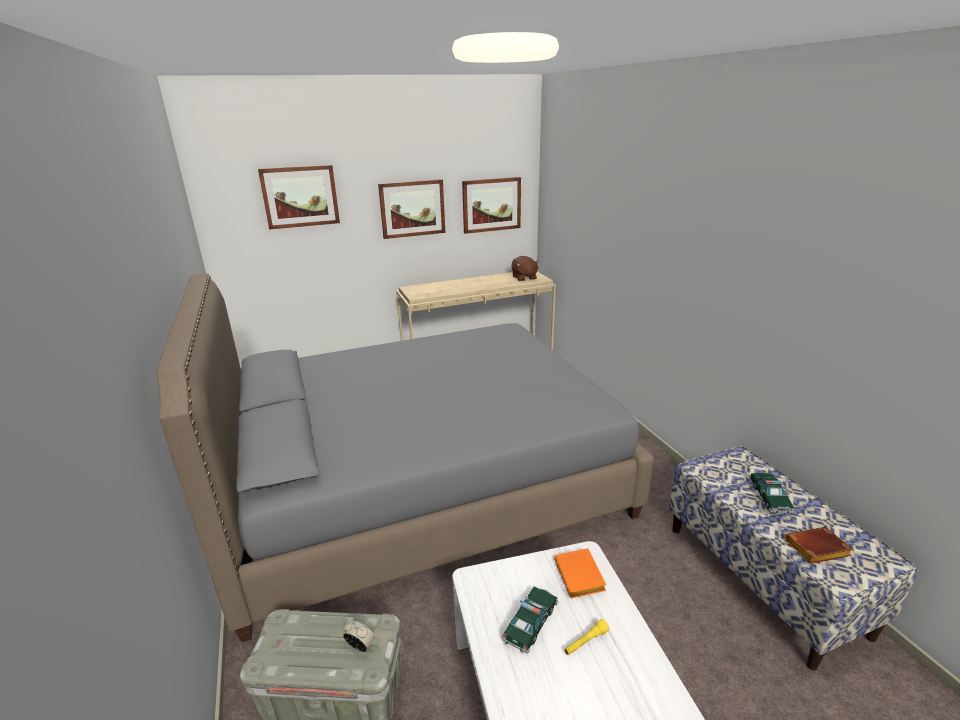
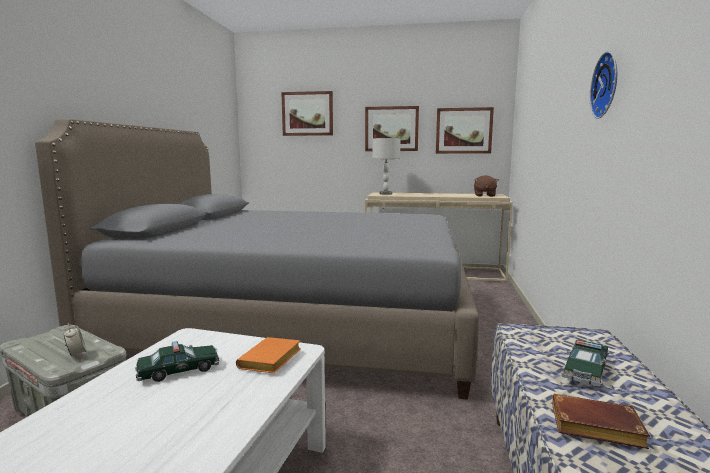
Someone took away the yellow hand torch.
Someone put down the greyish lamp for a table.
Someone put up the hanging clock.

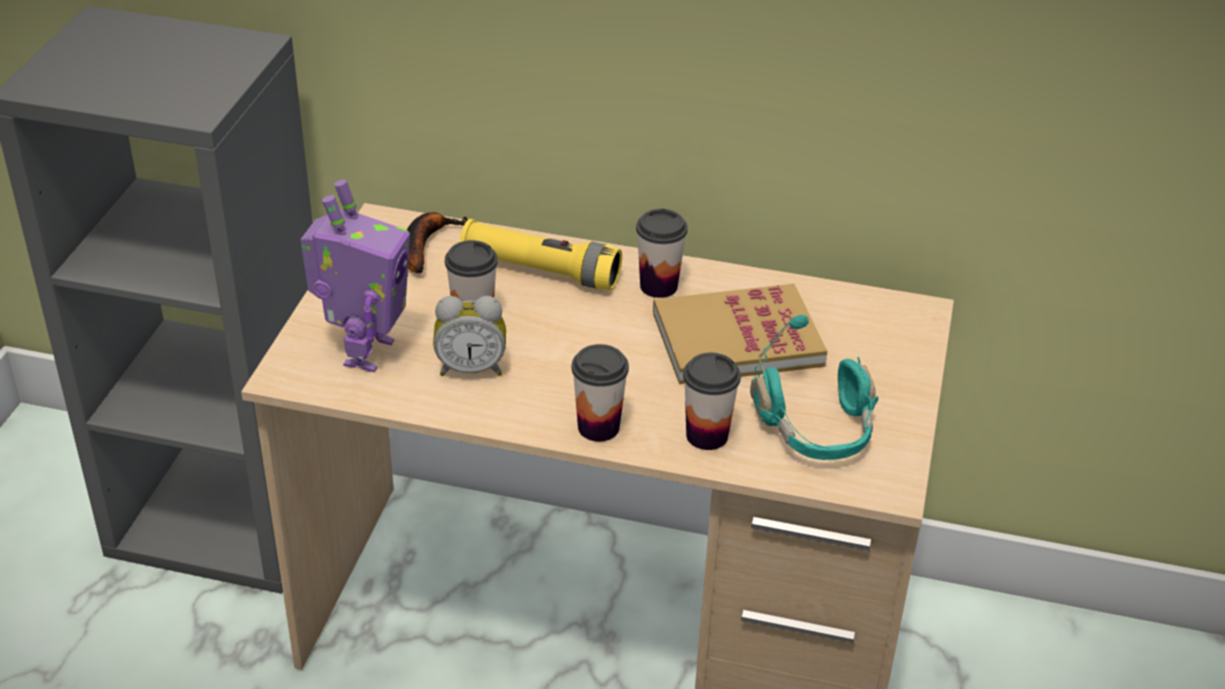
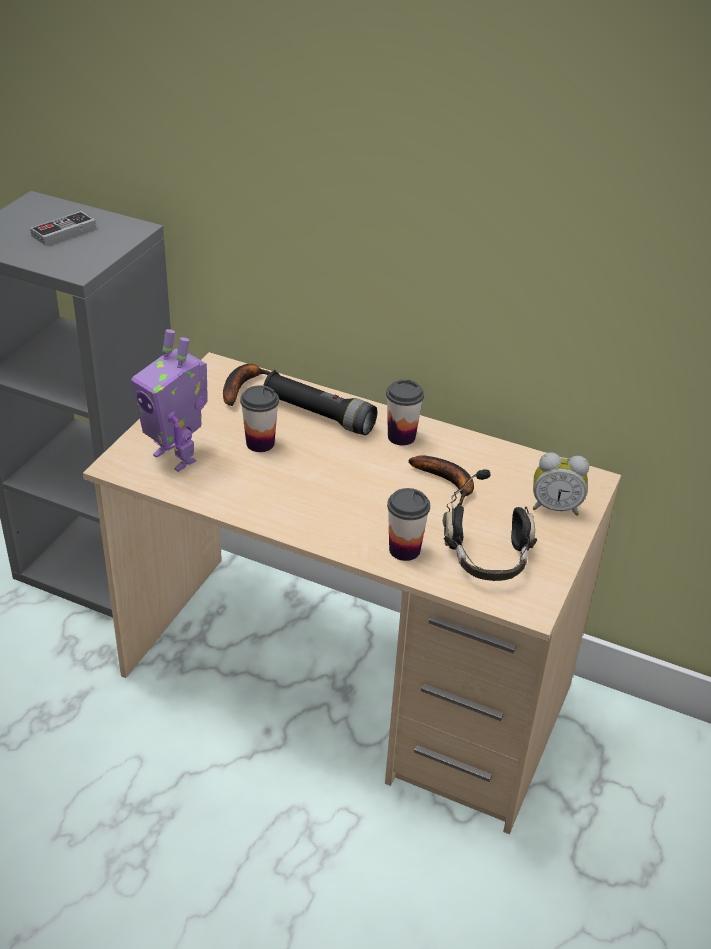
Someone rotated the model robot by 105 degrees clockwise.
Someone carried the table clock.
Someone repainted the yellow hand torch, which became the black-coloured hand torch.
Someone took away the small cup (2nd from left).
Someone swapped the book for the banana (2nd from left).
Someone repainted the turquoise pair of headphones, which became the black-coloured pair of headphones.
Someone put down the joypad.

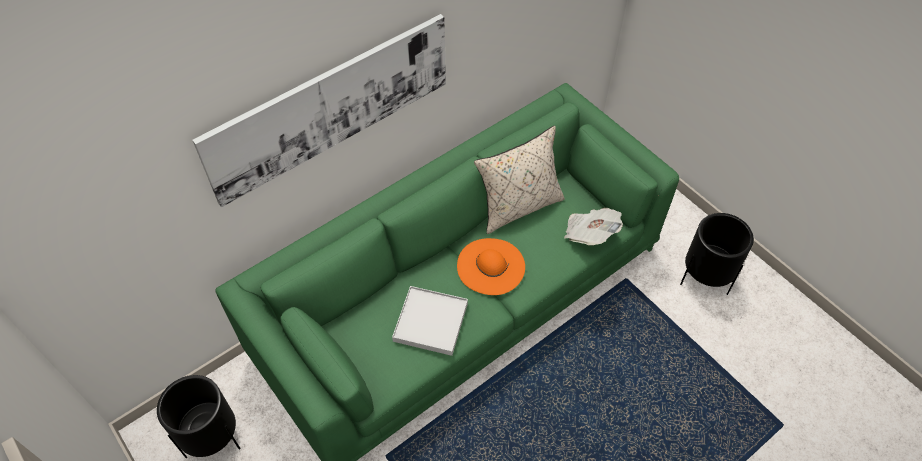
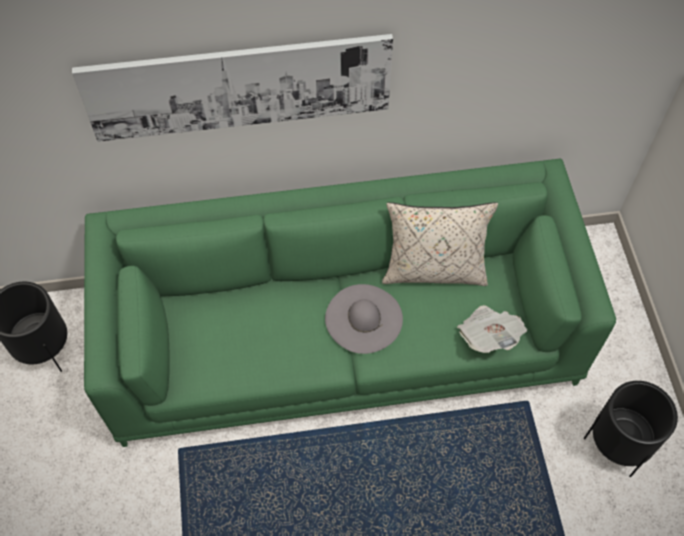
Someone took away the whitish tray.
Someone repainted the orange hat, which became the greyish hat.

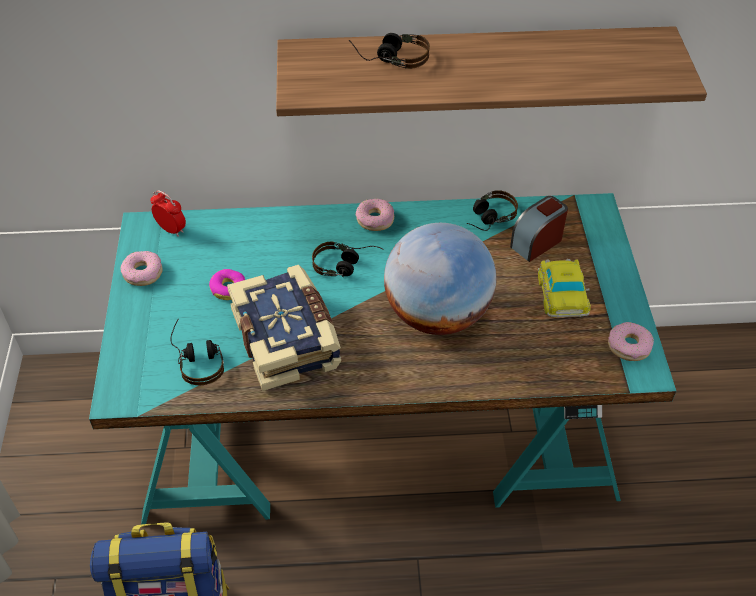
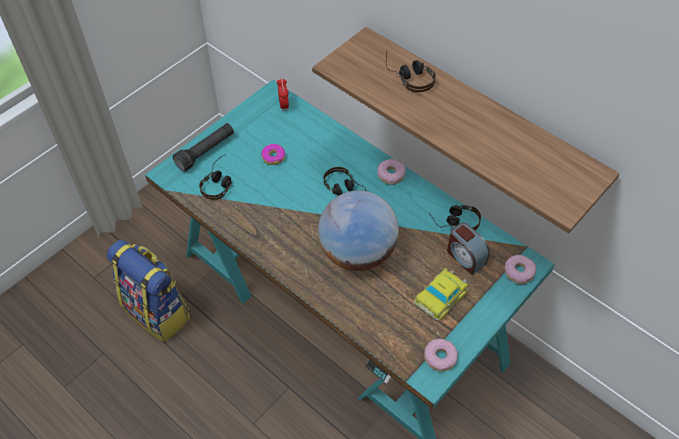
Someone carried the doughnut (1st from left in the first image).
Someone took away the book.
Someone rotated the table clock (2nd from left) by 135 degrees counterclockwise.
Someone put down the black-coloured hand torch.

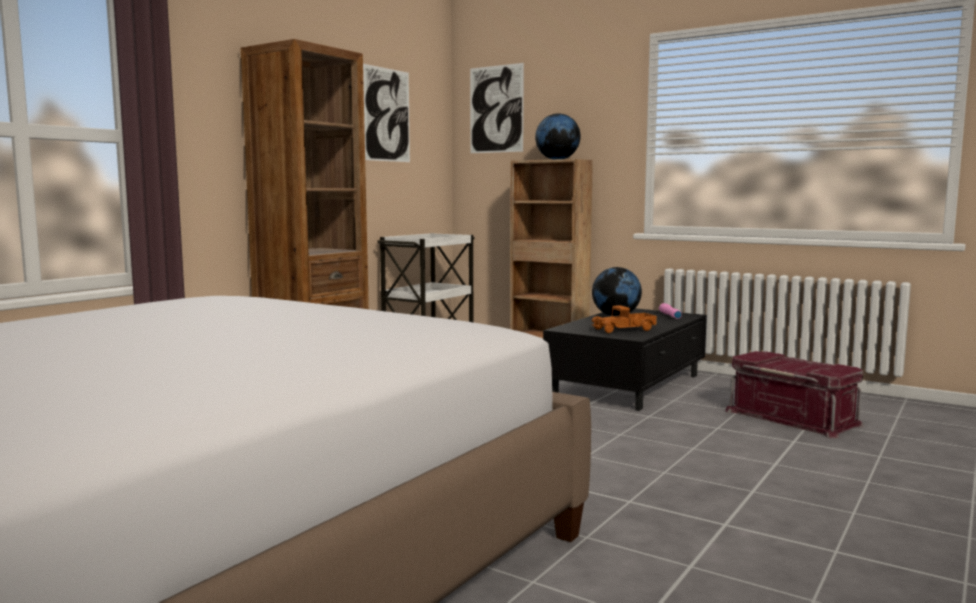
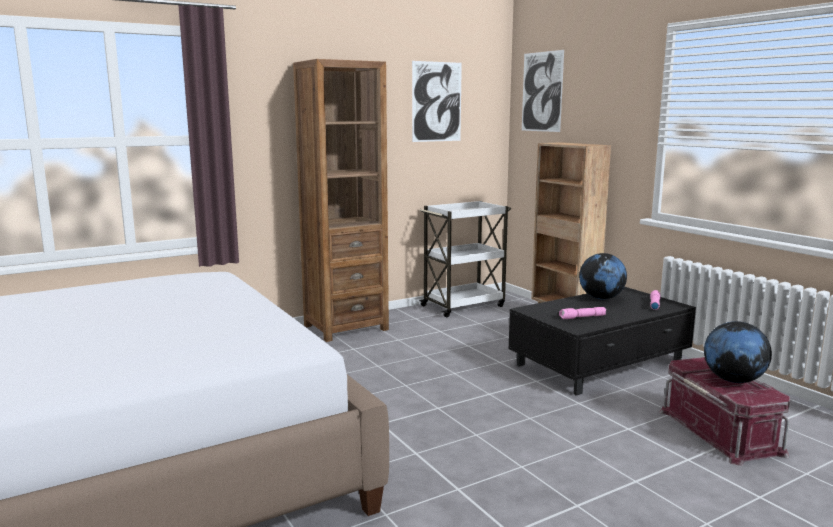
Someone carried the world globe (1st from left in the first image).
Someone swapped the toy truck for the pink-coloured hand torch (1st from left).

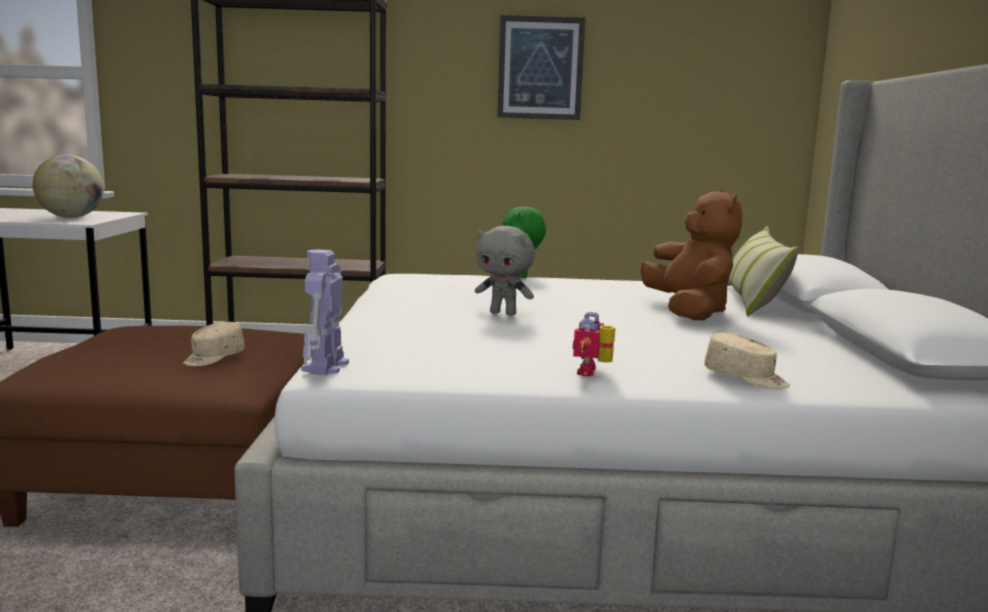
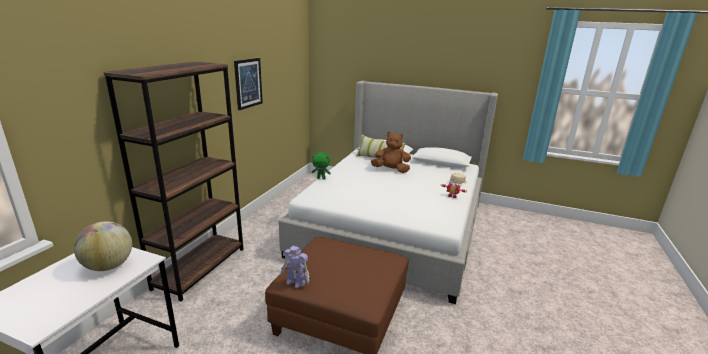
Someone took away the beige-coloured cap (1st from left).
Someone carried the model robot (1st from left).
Someone took away the greyish cuddly toy.

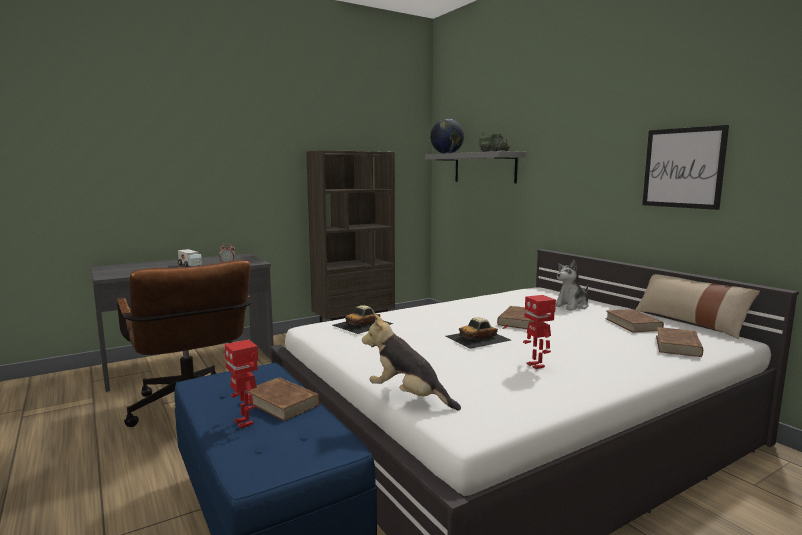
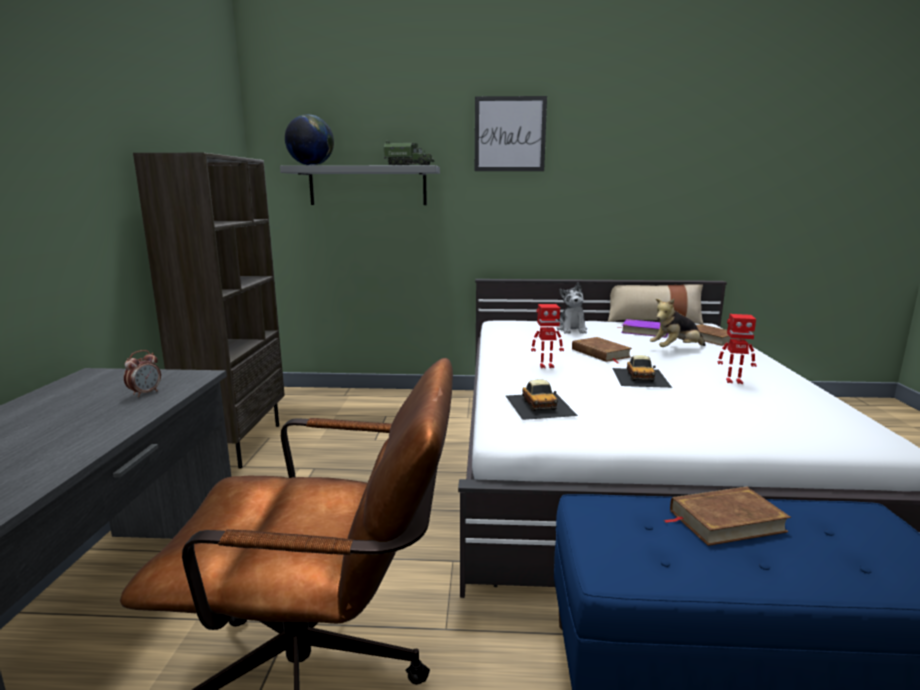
Someone took away the toy truck (1st from left).
Someone carried the model robot (1st from left).
Someone carried the cuddly toy (1st from left in the first image).
Someone repainted the brownish book (3rd from left), which became the purplish book.
Someone carried the wall art.

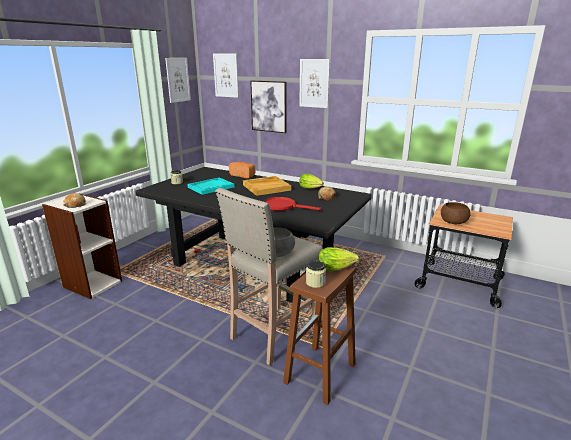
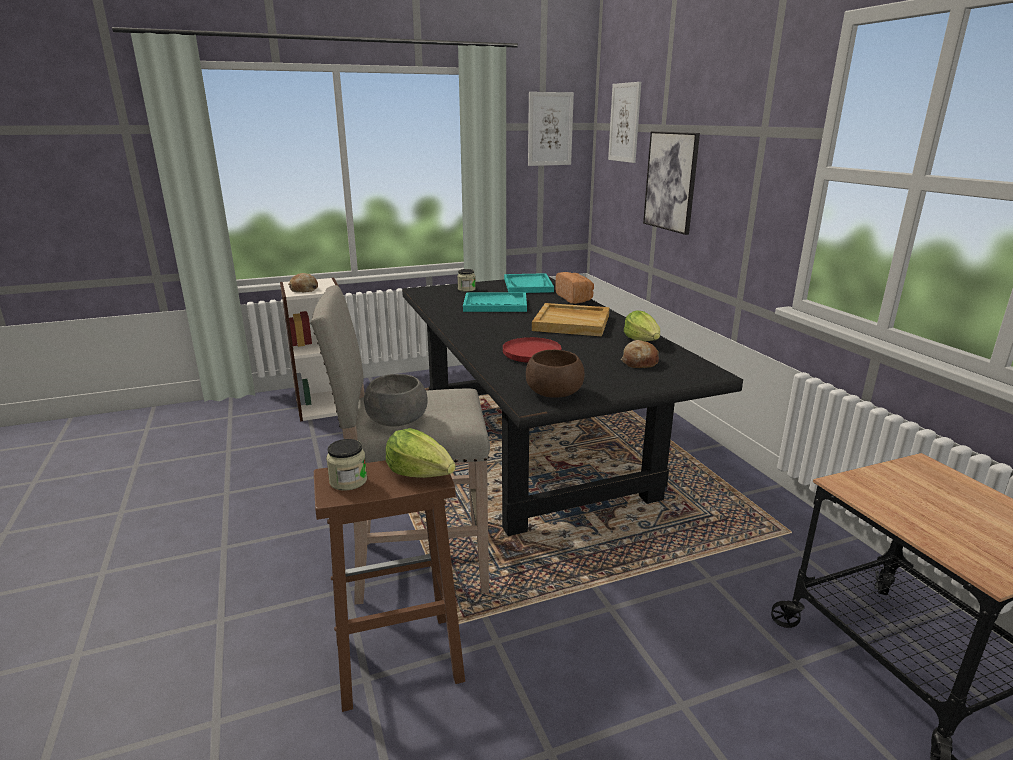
Someone took away the wall art (4th from left).
Someone carried the brownish deep dish.
Someone put down the turquoise tray (2nd from left).

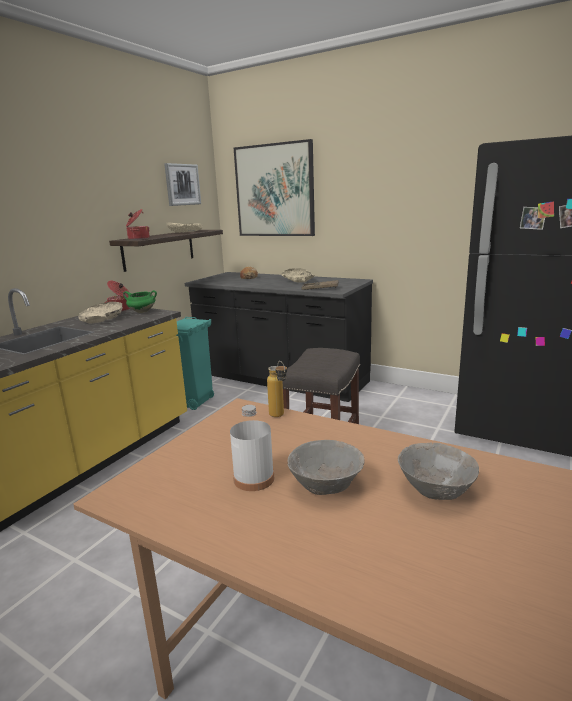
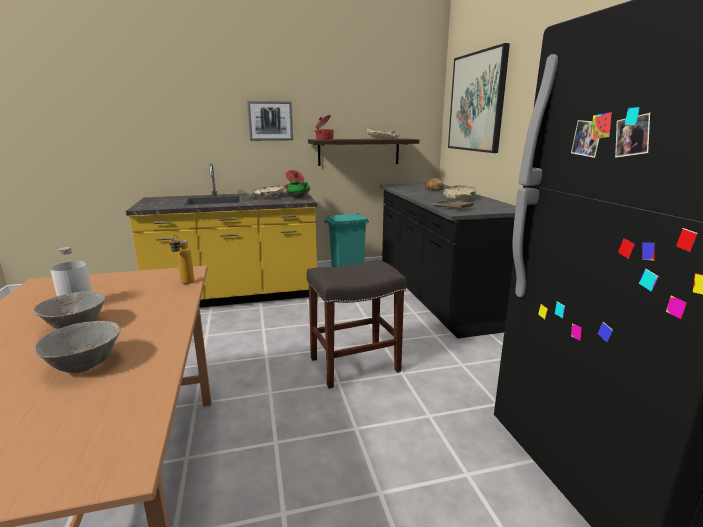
Someone carried the wall art (1st from left).

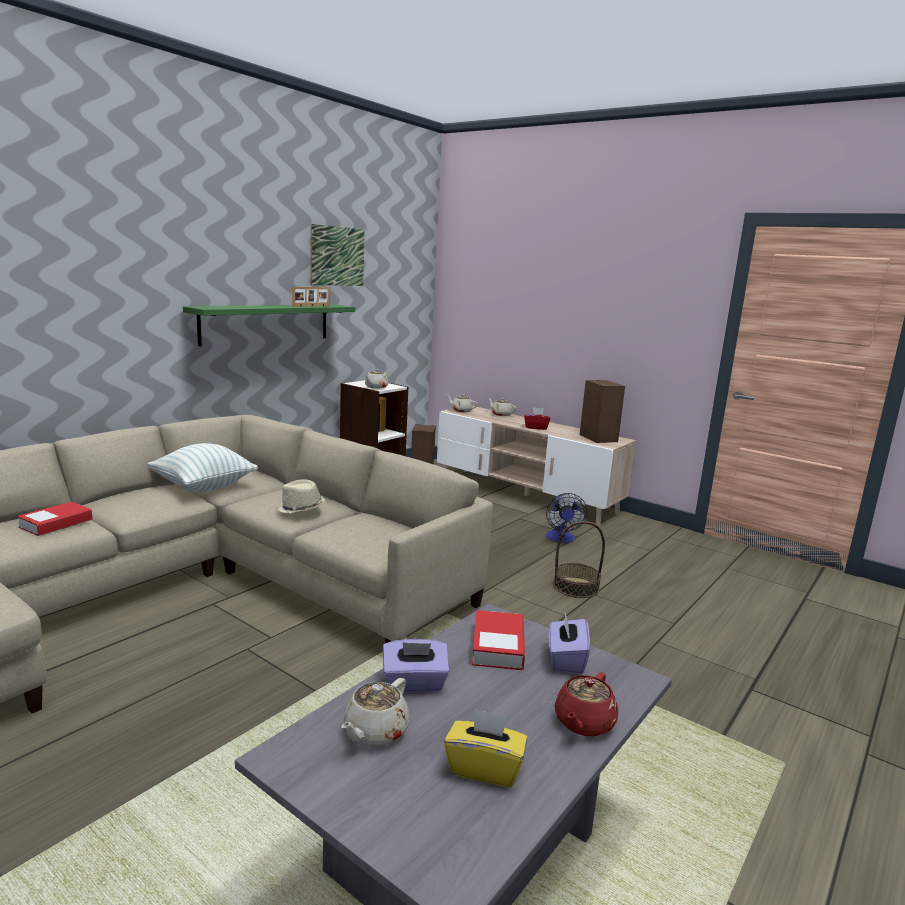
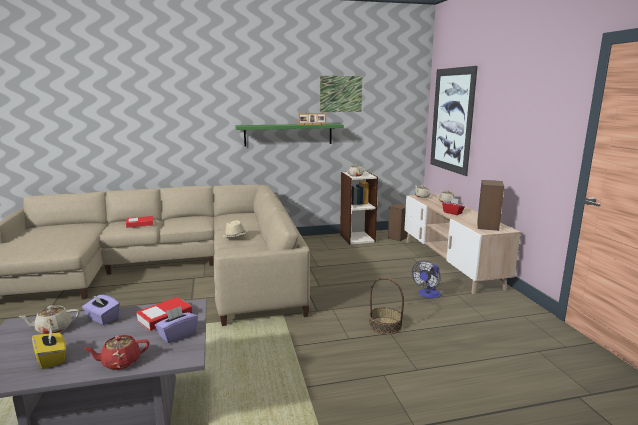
Someone took away the throw pillow.
Someone put up the wall art (2nd from left).

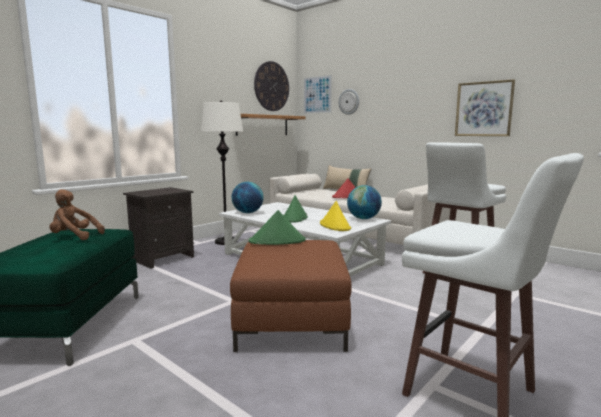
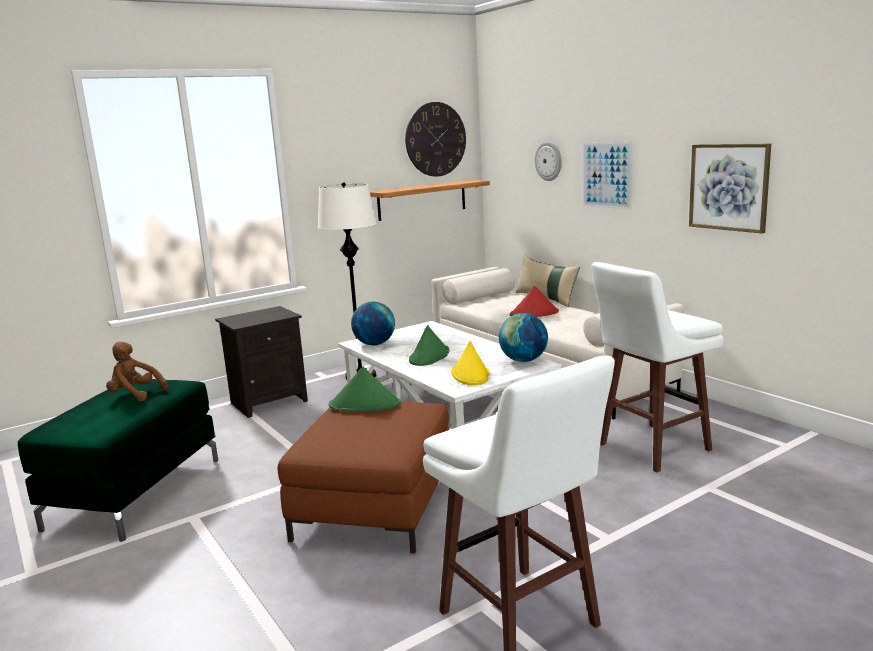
Someone carried the wall art (1st from left).

